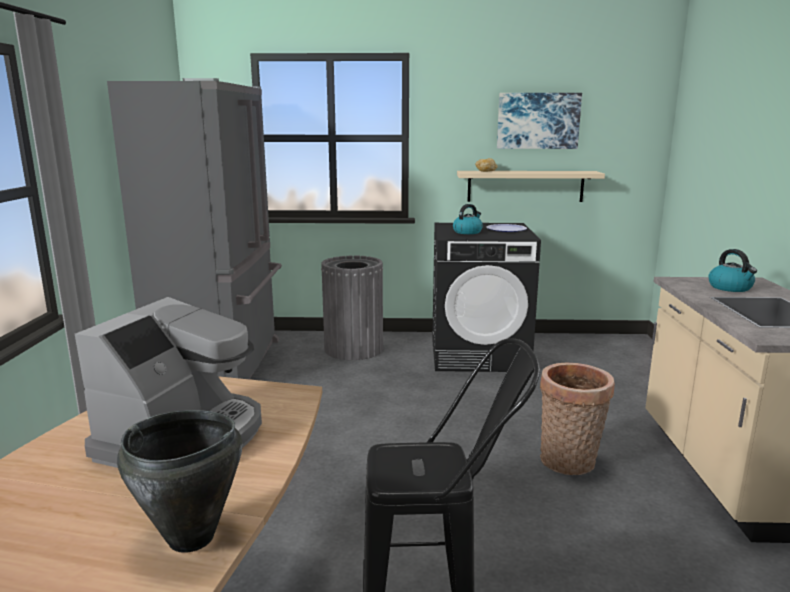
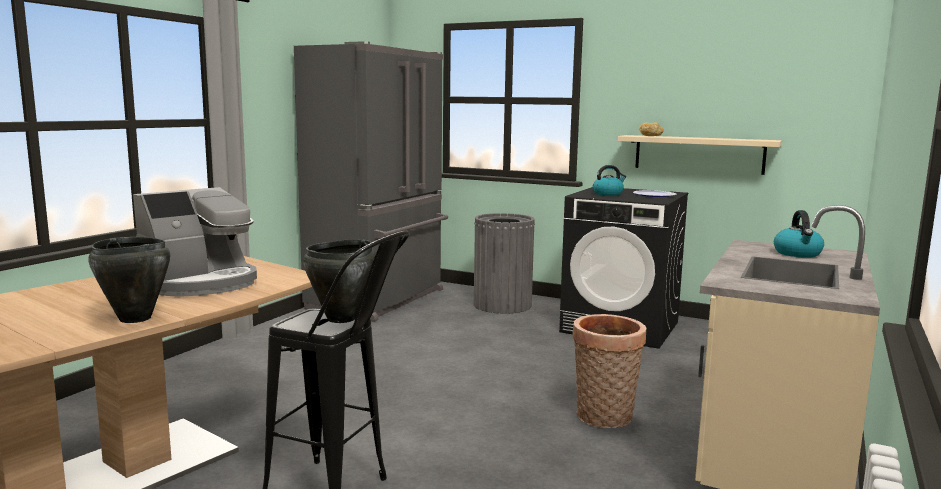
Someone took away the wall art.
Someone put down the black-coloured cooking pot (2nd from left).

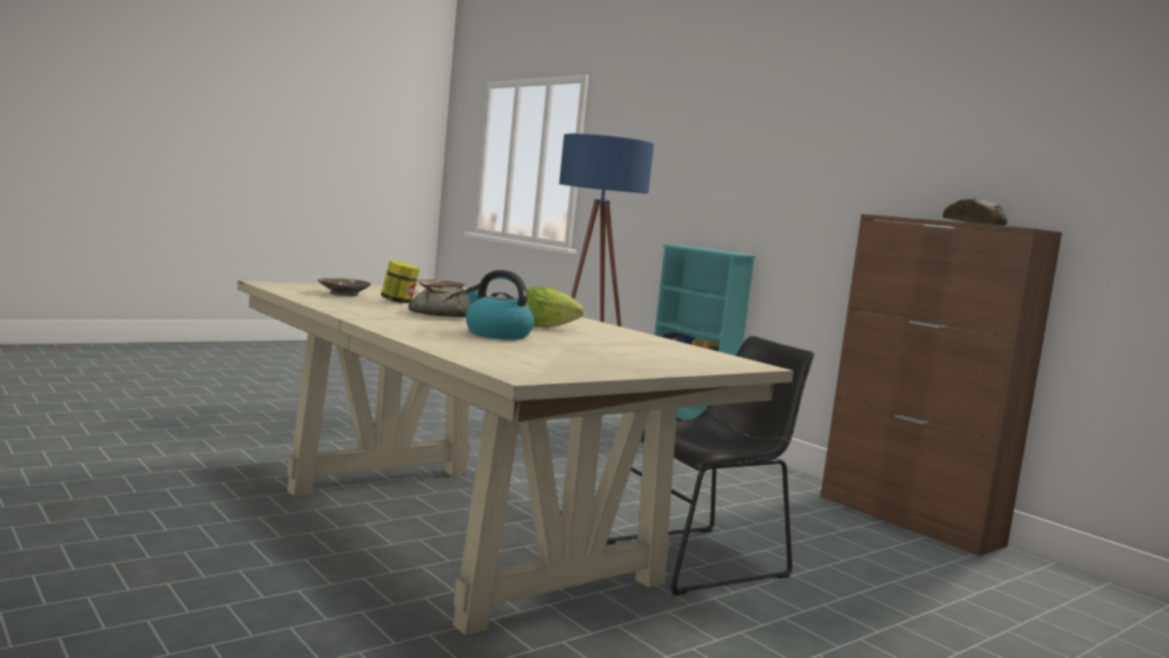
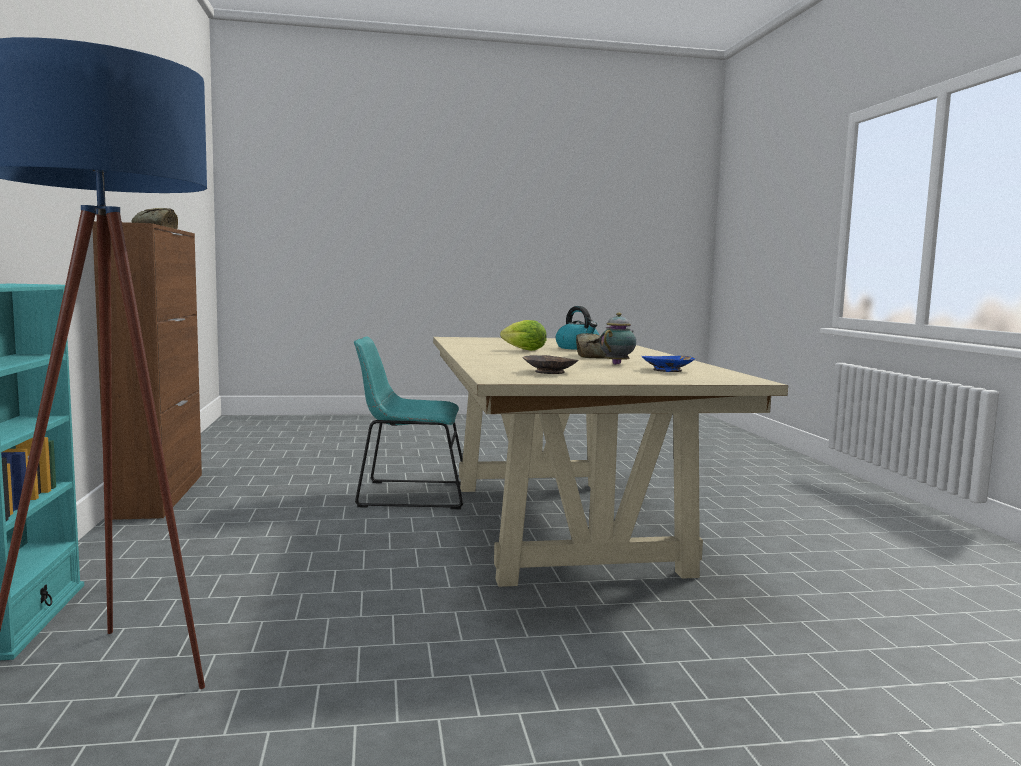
Someone repainted the brownish deep dish (1st from left), which became the blue deep dish.
Someone swapped the jar for the teapot.
Someone repainted the black-coloured chair, which became the turquoise chair.

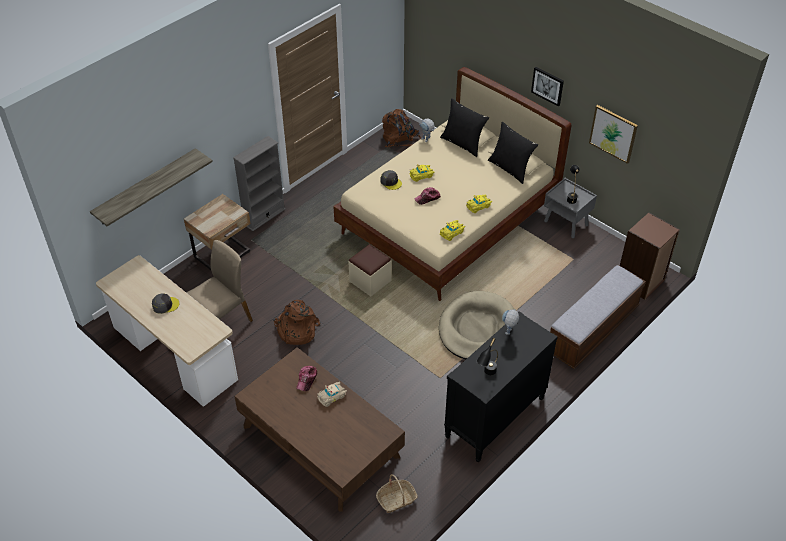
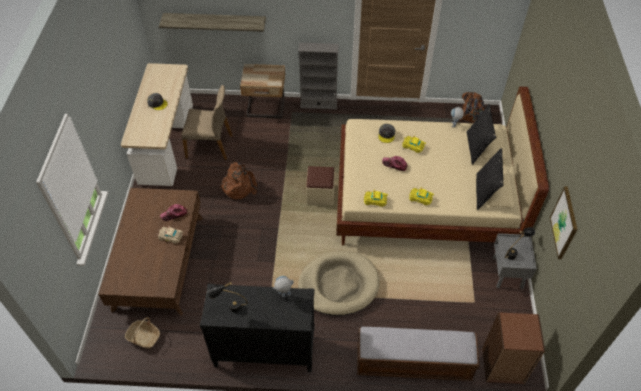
Someone took away the wall art (1st from left).

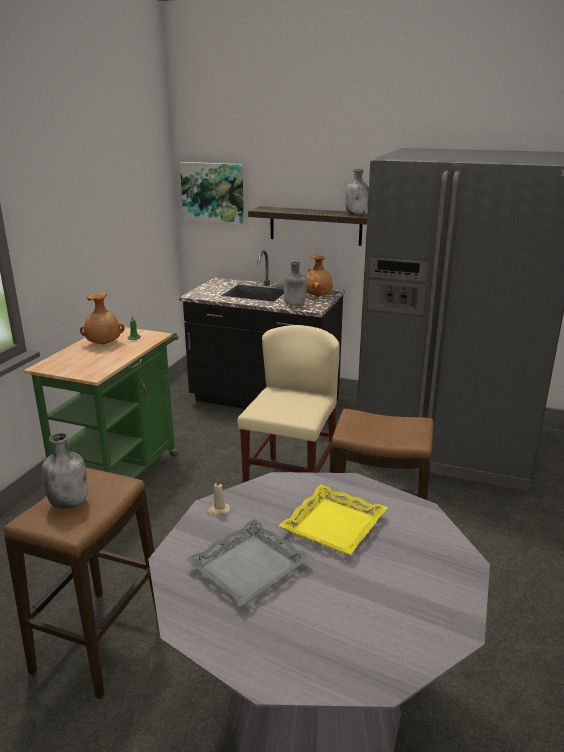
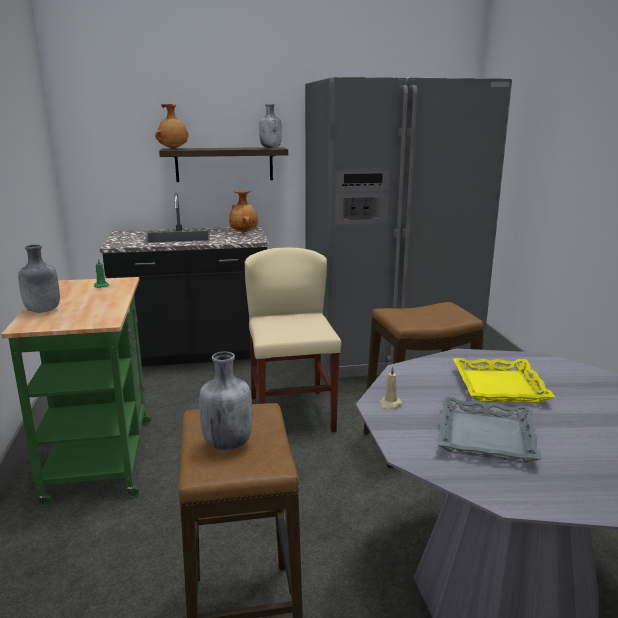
Someone carried the brownish decorative vase (1st from left).
Someone took away the wall art.
Someone carried the greyish drink bottle (2nd from left in the first image).

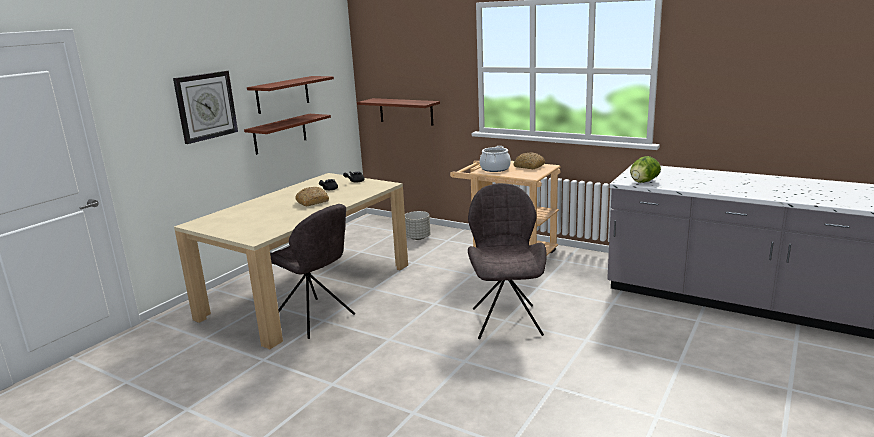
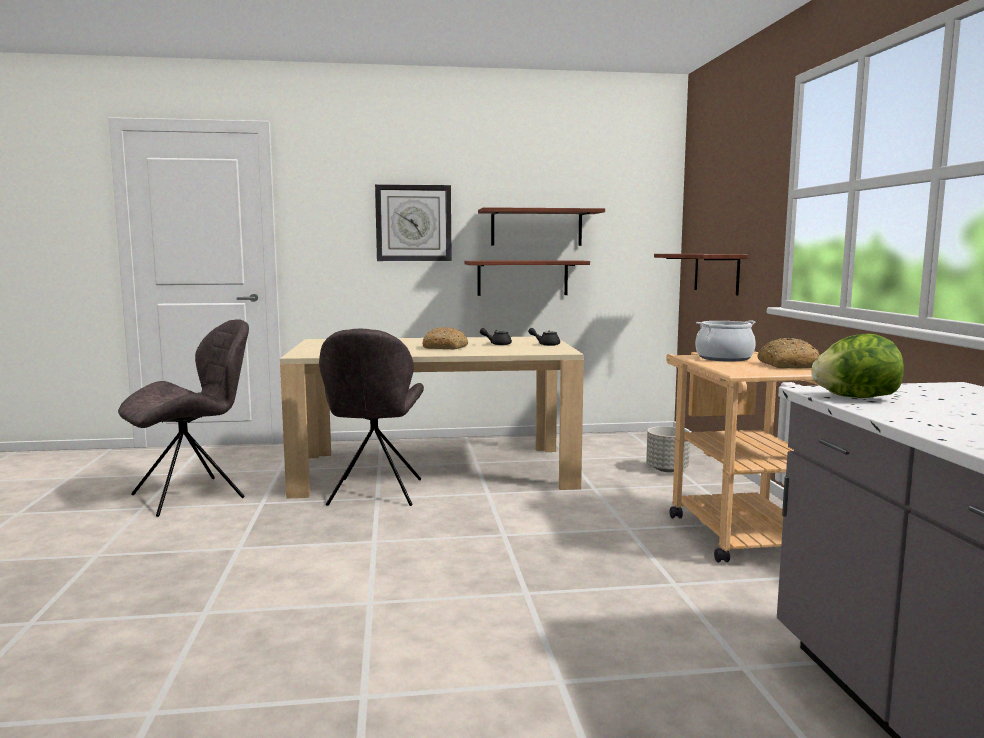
Someone carried the greyish chair (2nd from left in the first image).

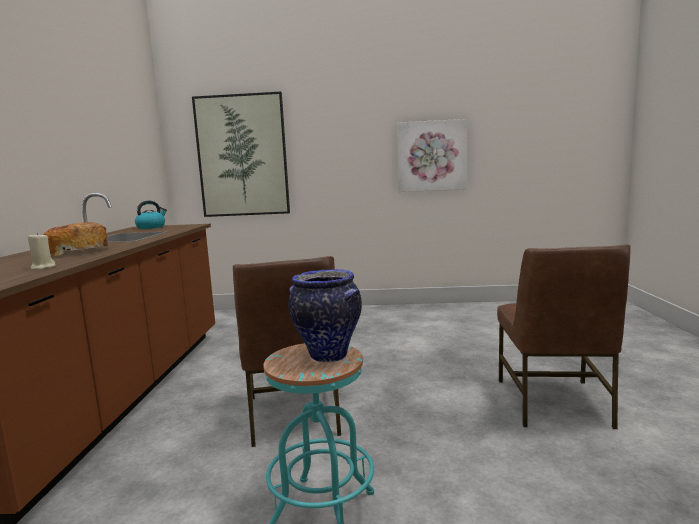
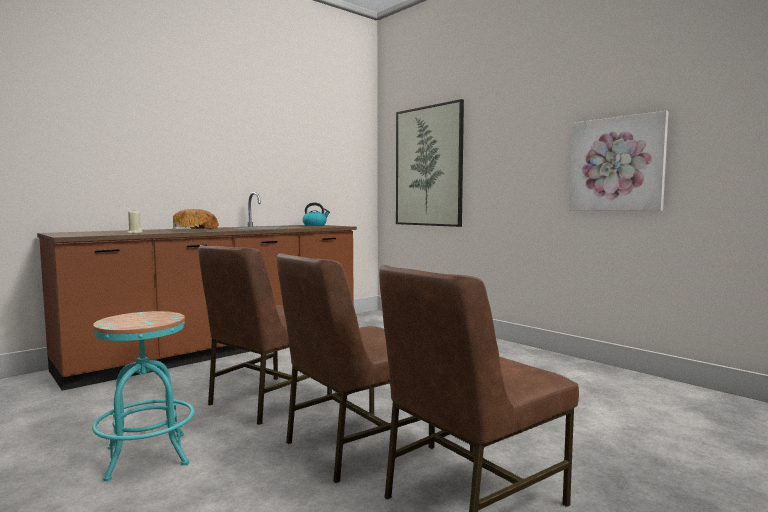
Someone took away the decorative vase.
Someone put down the brownish chair (2nd from left).

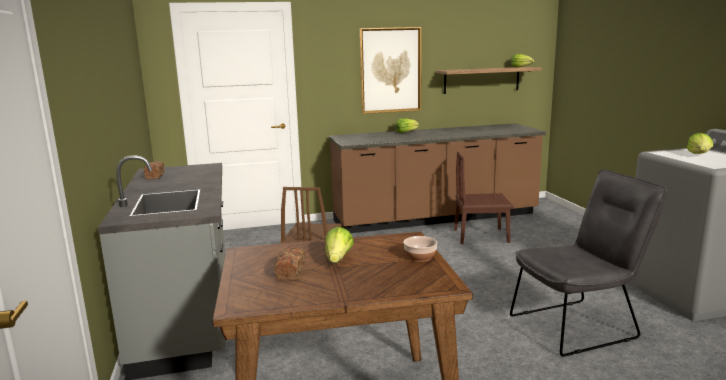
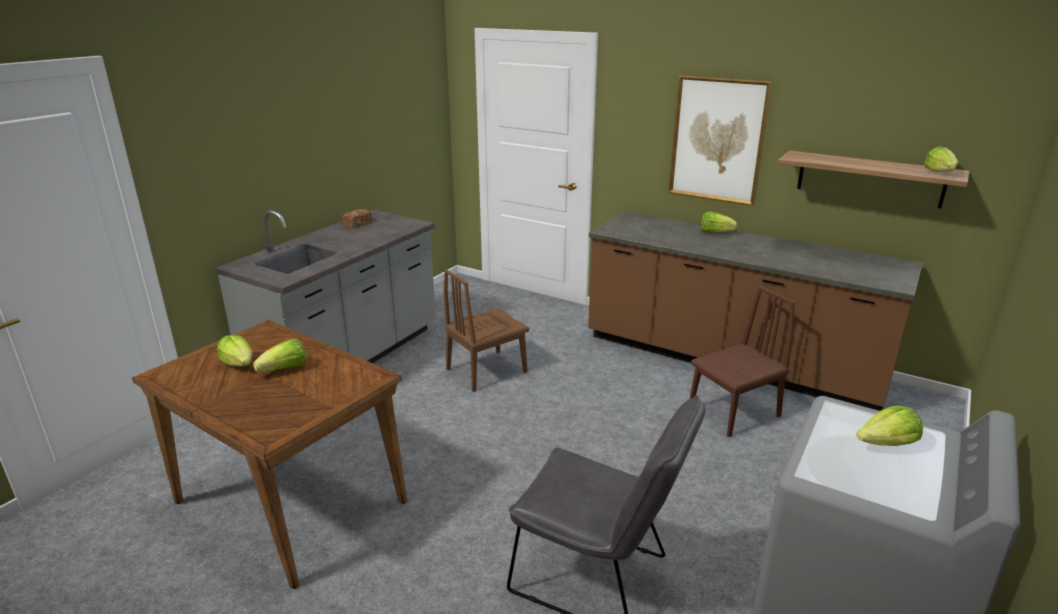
Someone swapped the bakery bread (2nd from left) for the lettuce head (1st from left).
Someone took away the deep dish.
Someone rotated the brownish chair (2nd from left) by 105 degrees clockwise.

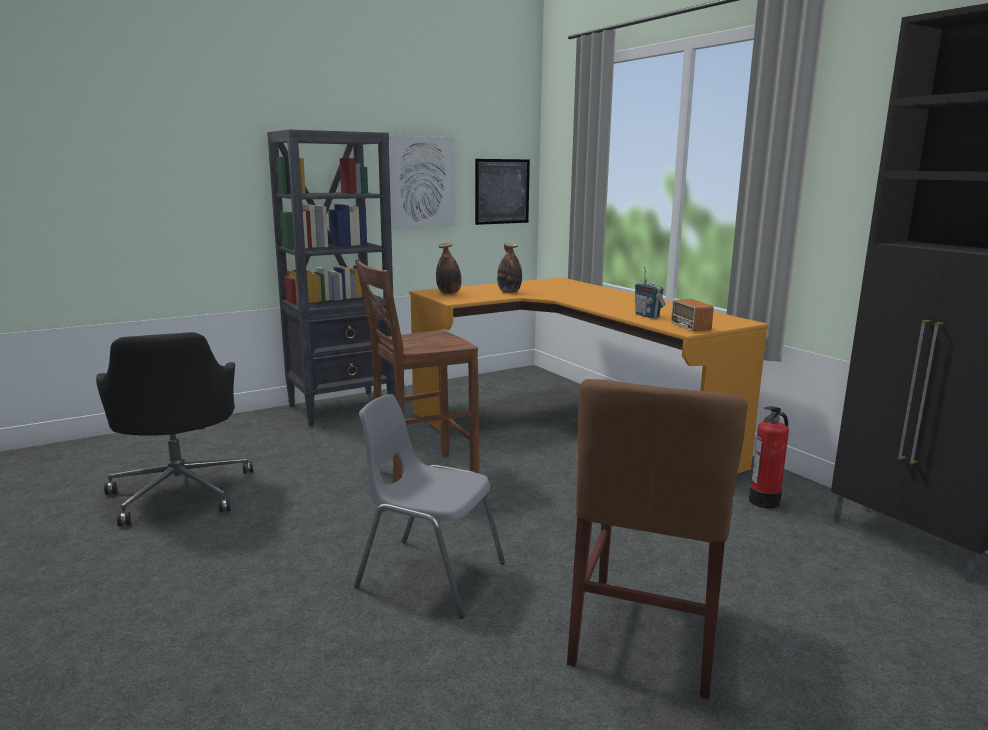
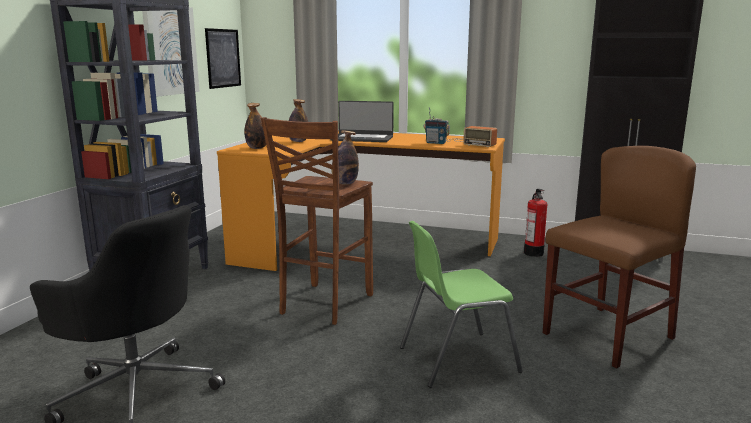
Someone repainted the greyish chair, which became the green-coloured chair.
Someone rotated the brownish chair by 105 degrees counterclockwise.
Someone put down the laptop.
Someone put down the drink bottle (3rd from left).

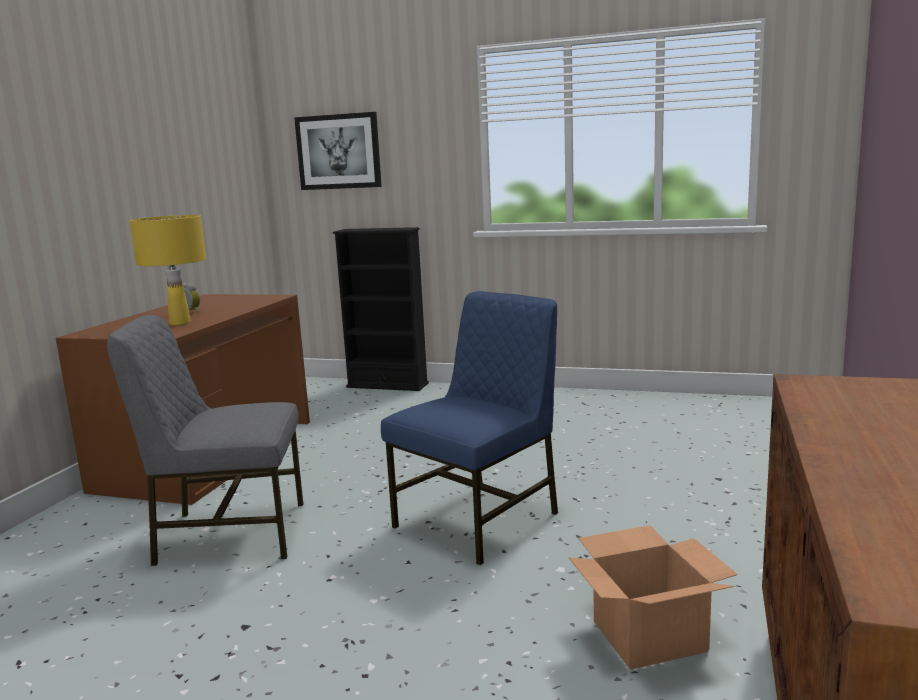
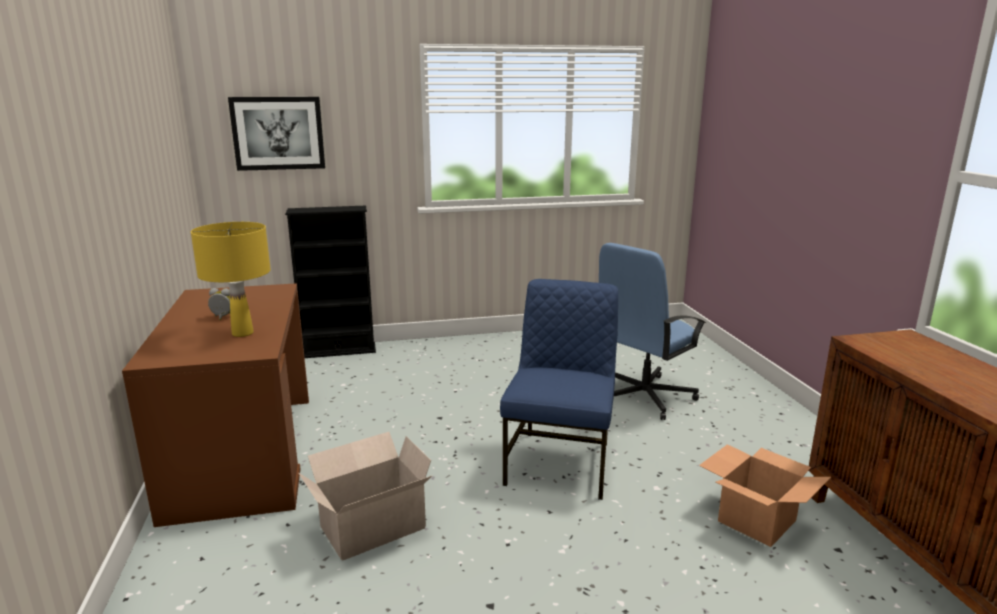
Someone swapped the greyish chair for the carton (1st from left).
Someone put down the blue office chair.

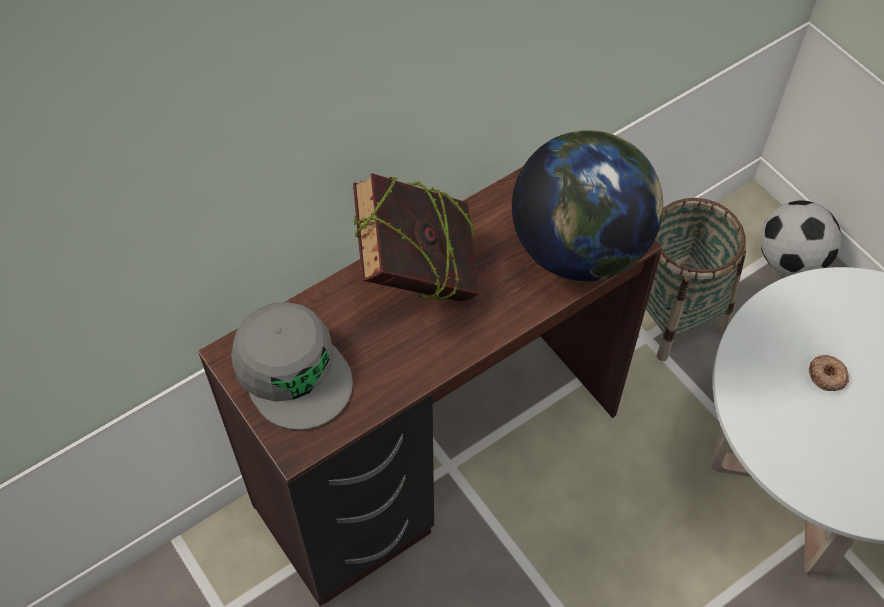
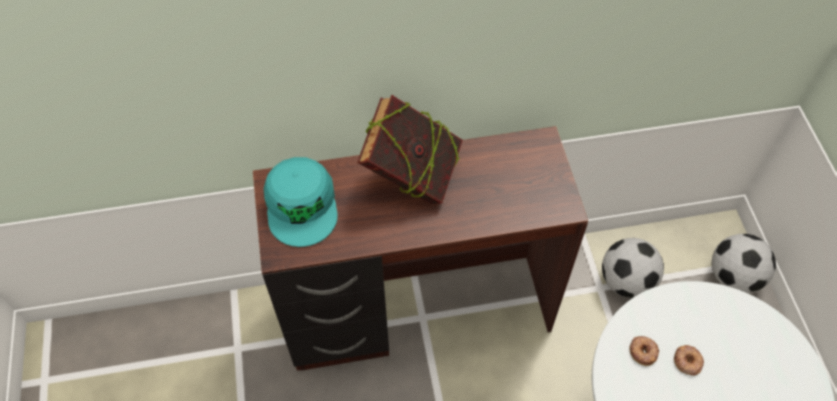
Someone repainted the greyish cap, which became the turquoise cap.
Someone took away the world globe.
Someone swapped the household basket for the football ball (1st from left).
Someone put down the doughnut (1st from left).

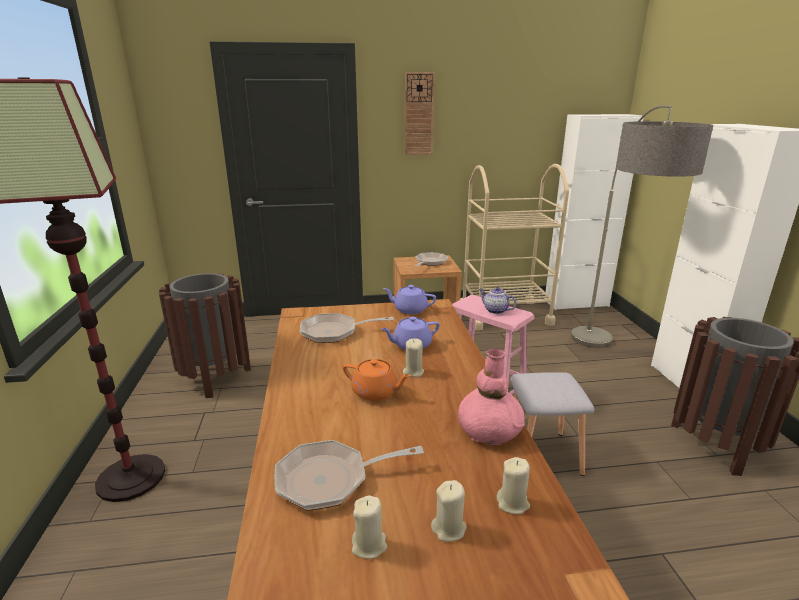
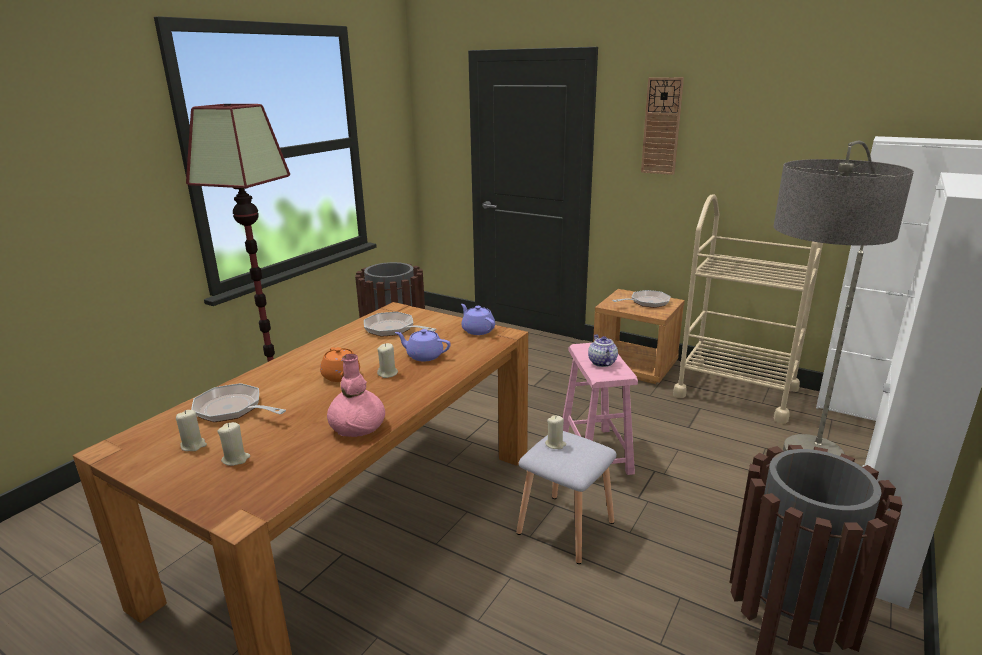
Someone carried the beige-coloured wax candle (4th from left).

